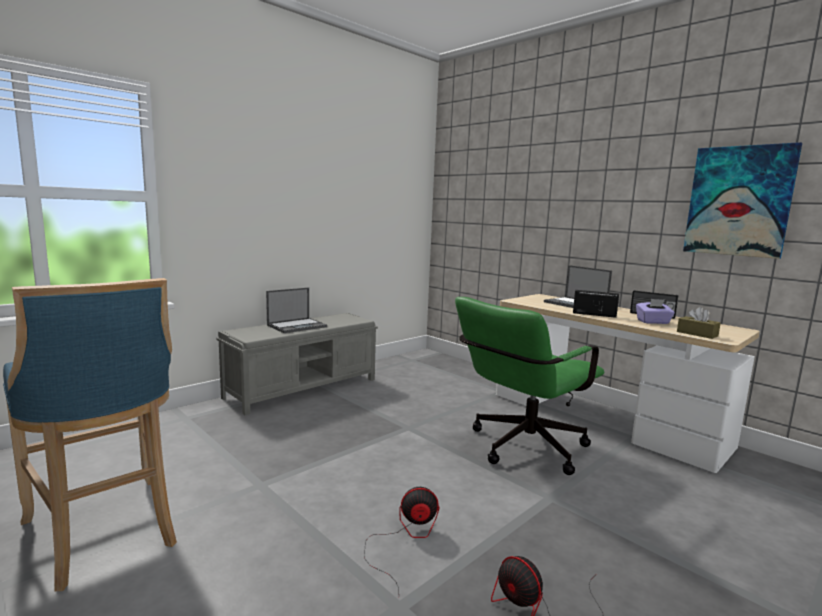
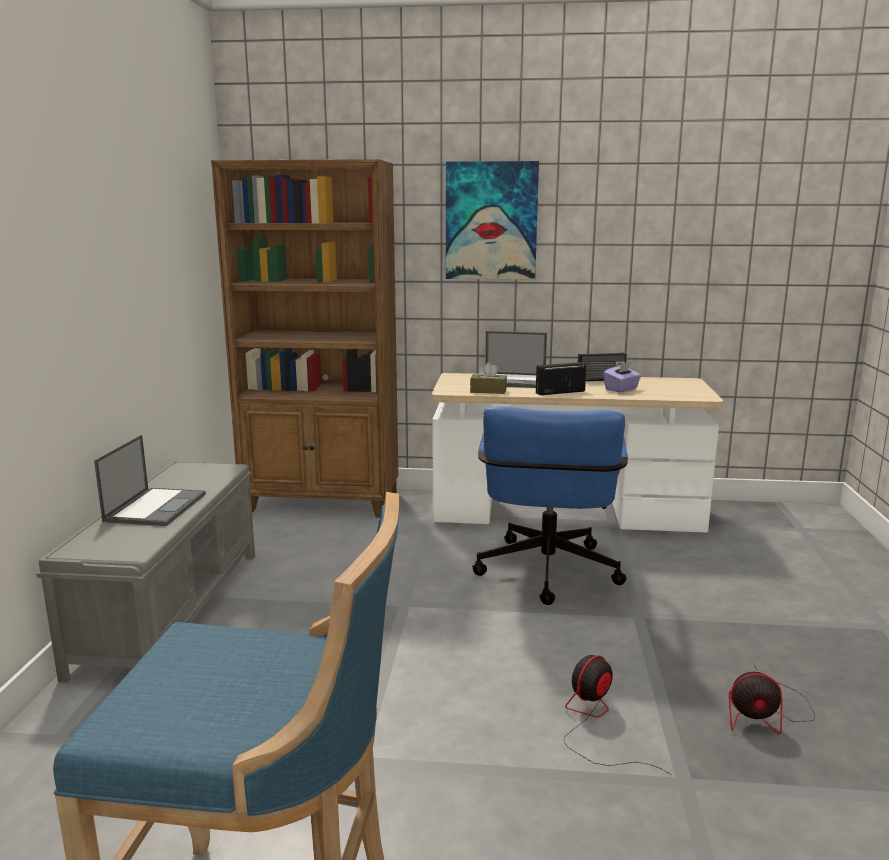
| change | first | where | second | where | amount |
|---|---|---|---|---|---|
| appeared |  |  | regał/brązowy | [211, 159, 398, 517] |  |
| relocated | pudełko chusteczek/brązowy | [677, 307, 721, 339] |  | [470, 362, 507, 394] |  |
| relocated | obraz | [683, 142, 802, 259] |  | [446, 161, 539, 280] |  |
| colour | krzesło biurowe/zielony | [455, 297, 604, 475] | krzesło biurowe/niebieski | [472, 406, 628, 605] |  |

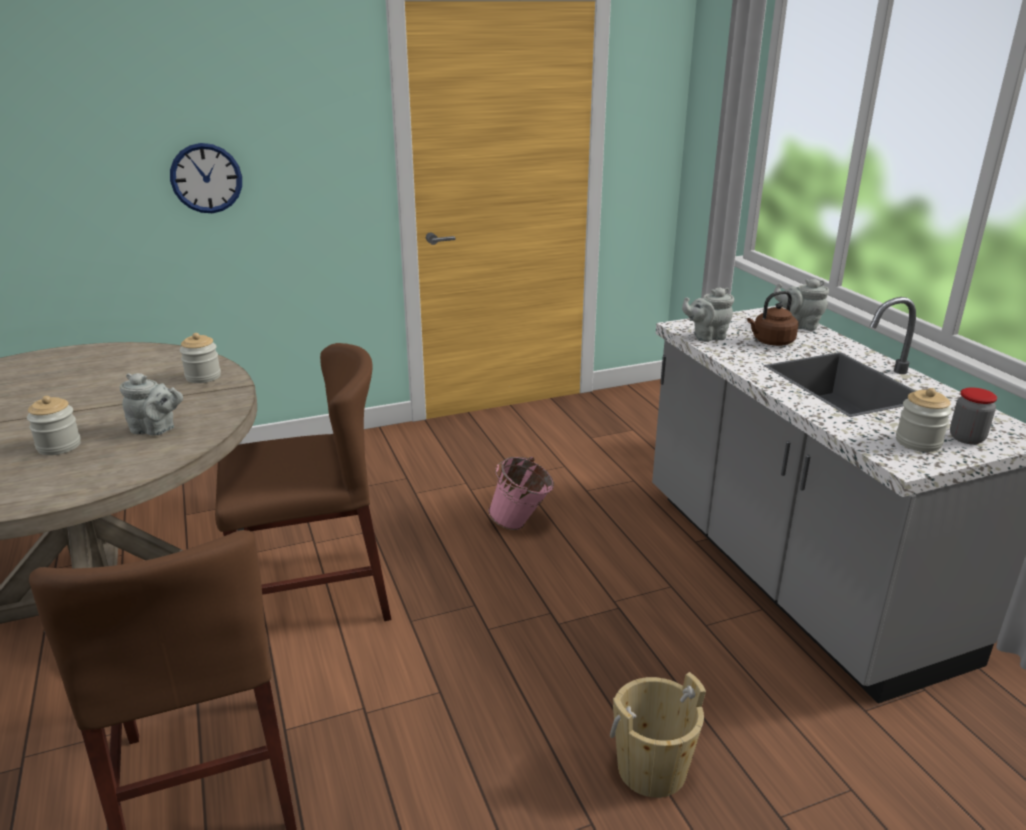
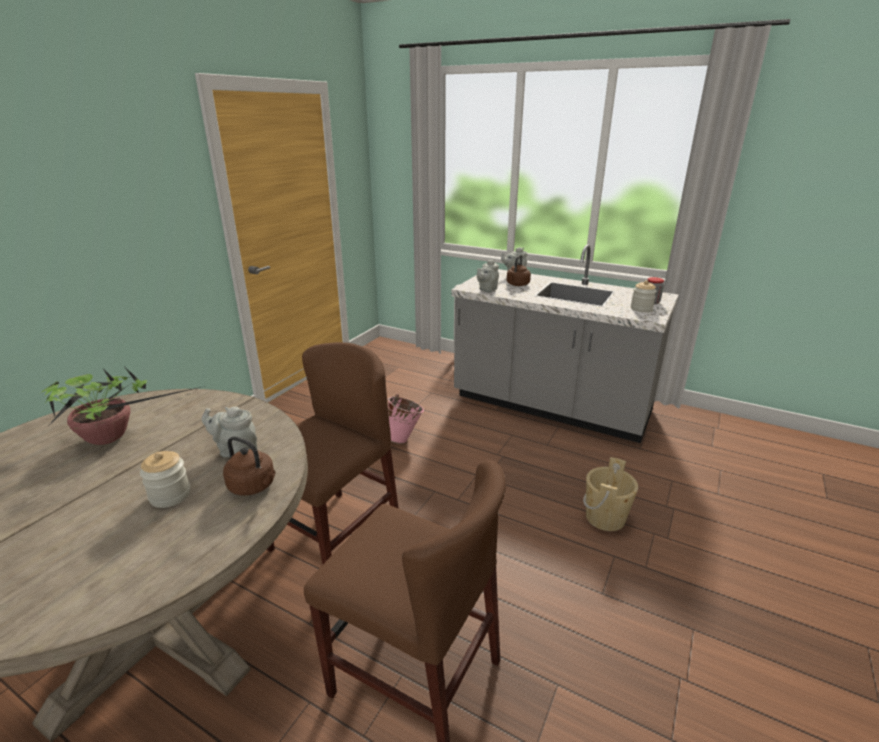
| change | first | where | second | where | amount |
|---|---|---|---|---|---|
| missing | zegar ścienny | [170, 143, 242, 213] |  |  |  |
| missing | słoik | [180, 333, 221, 383] |  |  |  |
| appeared |  |  | roślina doniczkowa | [39, 368, 205, 445] |  |
| appeared |  |  | czajnik/brązowy | [223, 436, 275, 495] |  |
| spun | imbryk/szary | [120, 373, 183, 436] |  | [202, 407, 257, 457] | 135 degrees counterclockwise |

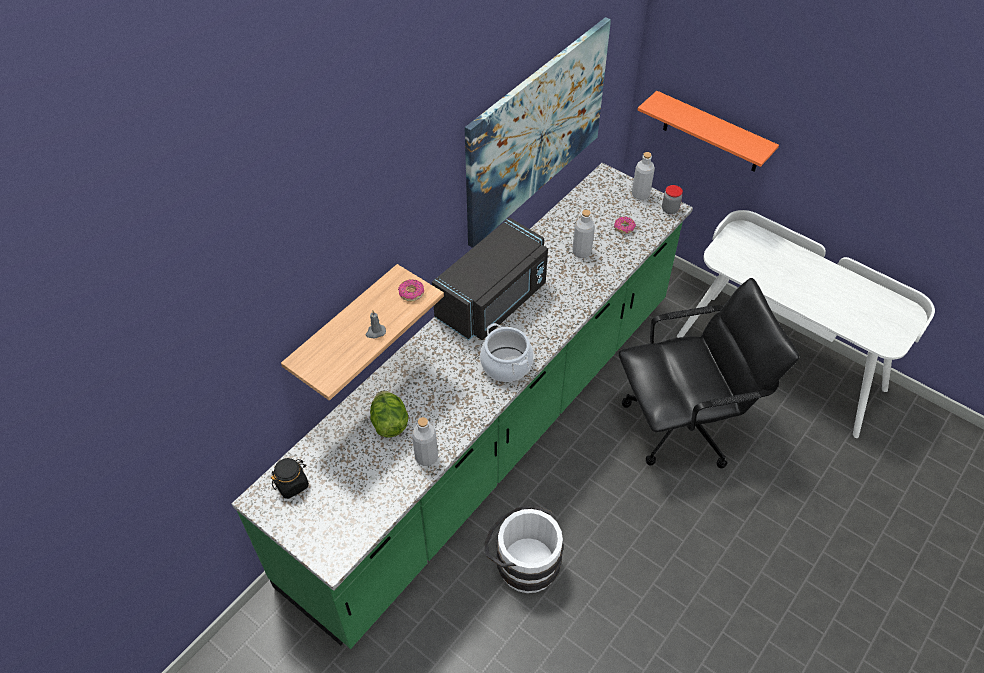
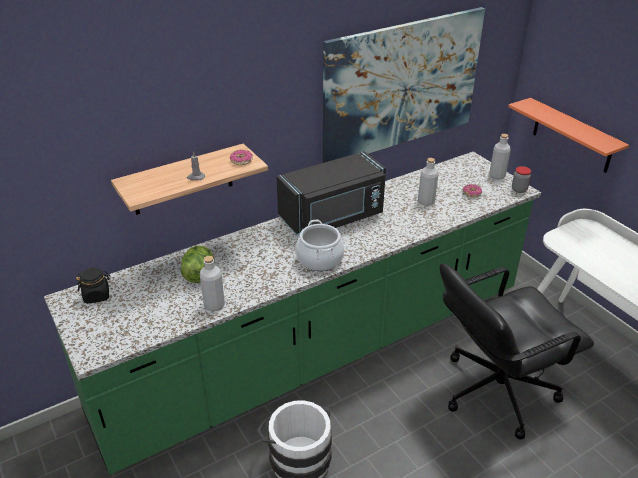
| change | first | where | second | where | amount |
|---|---|---|---|---|---|
| spun | krzesło biurowe/czarny | [619, 278, 799, 469] |  | [440, 263, 594, 439] | 150 degrees clockwise |

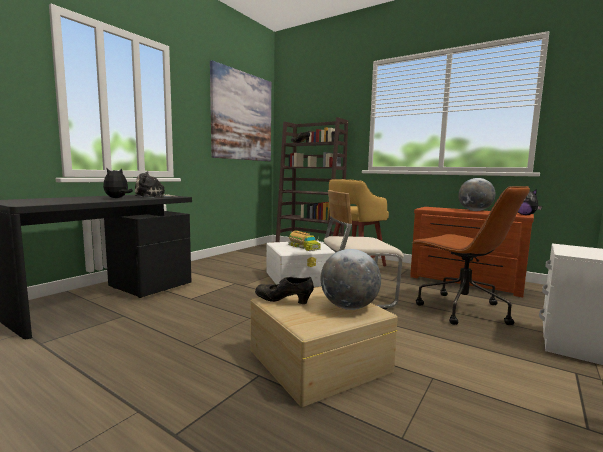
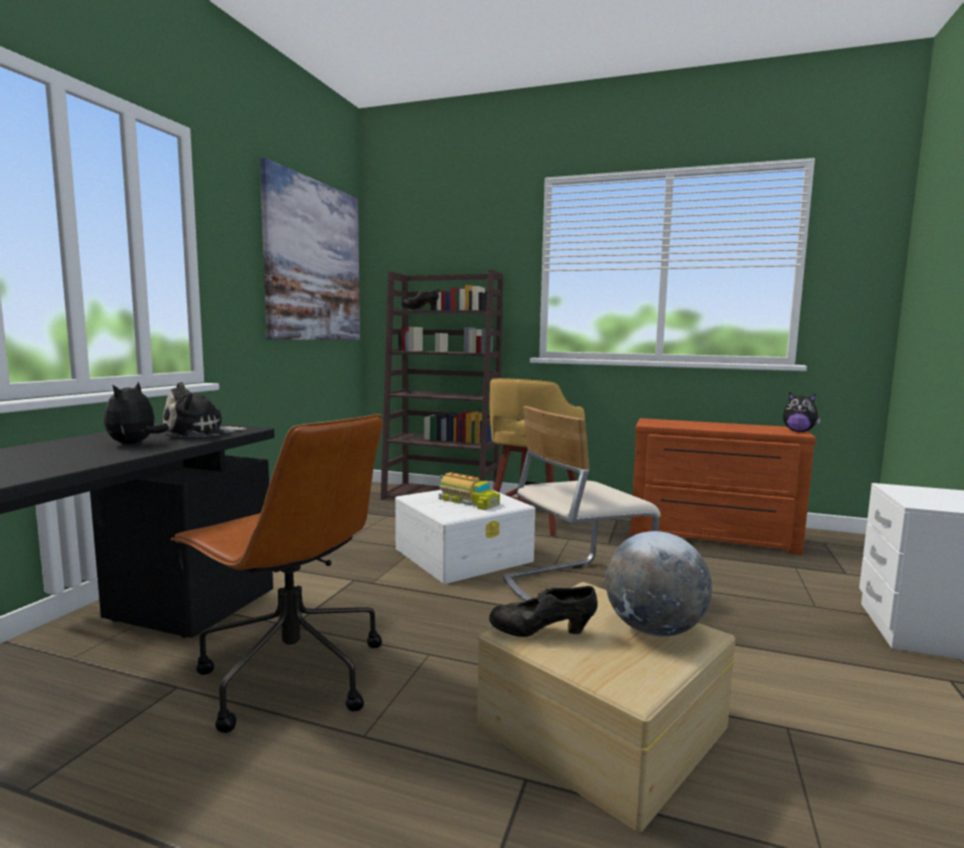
| change | first | where | second | where | amount |
|---|---|---|---|---|---|
| missing | globus | [458, 178, 495, 211] |  |  |  |
| relocated | krzesło biurowe/brązowy | [412, 186, 530, 325] |  | [171, 414, 383, 733] |  |

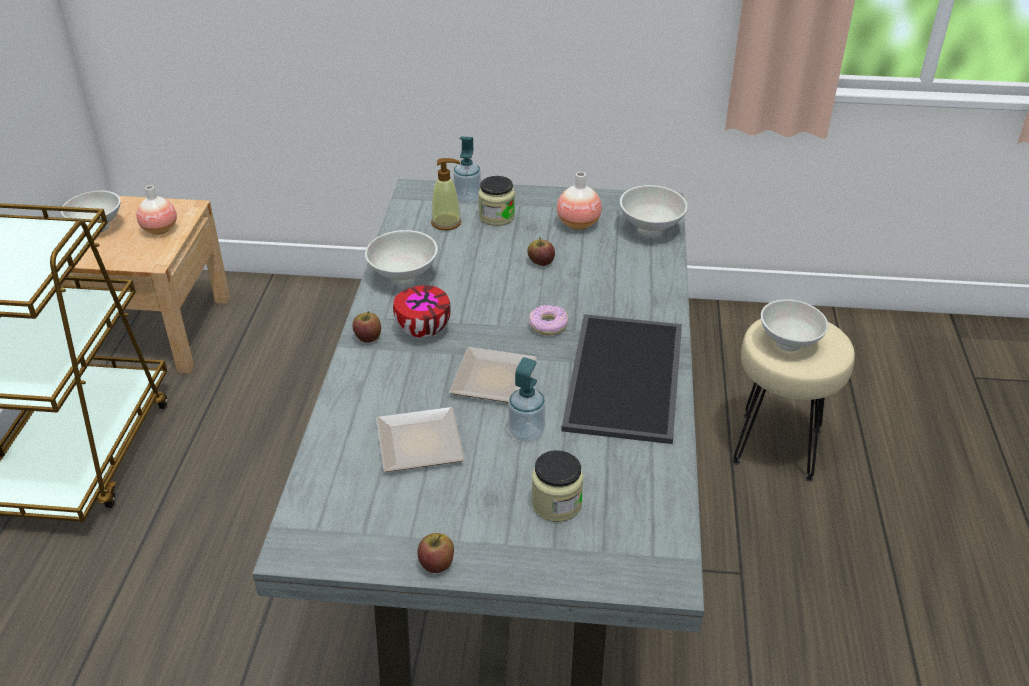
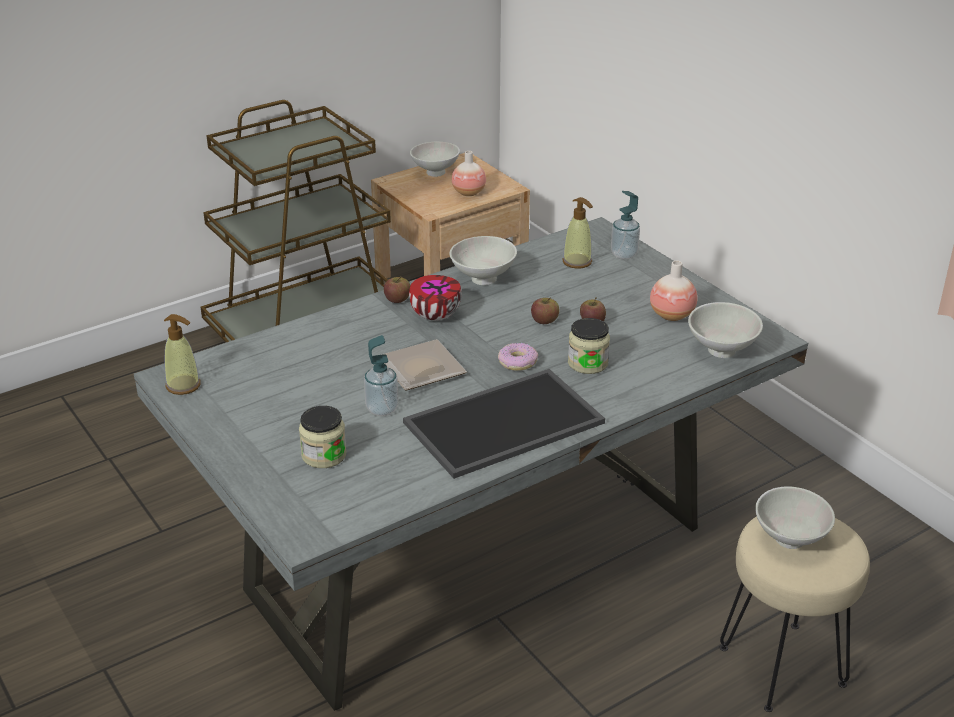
| change | first | where | second | where | amount |
|---|---|---|---|---|---|
| missing | talerz | [376, 407, 465, 472] |  |  |  |
| appeared |  |  | dozownik mydła | [164, 314, 201, 395] |  |
| relocated | jabłko | [417, 533, 454, 573] |  | [531, 298, 559, 324] |  |
| relocated | słoik | [478, 176, 515, 226] |  | [568, 318, 610, 374] |  |

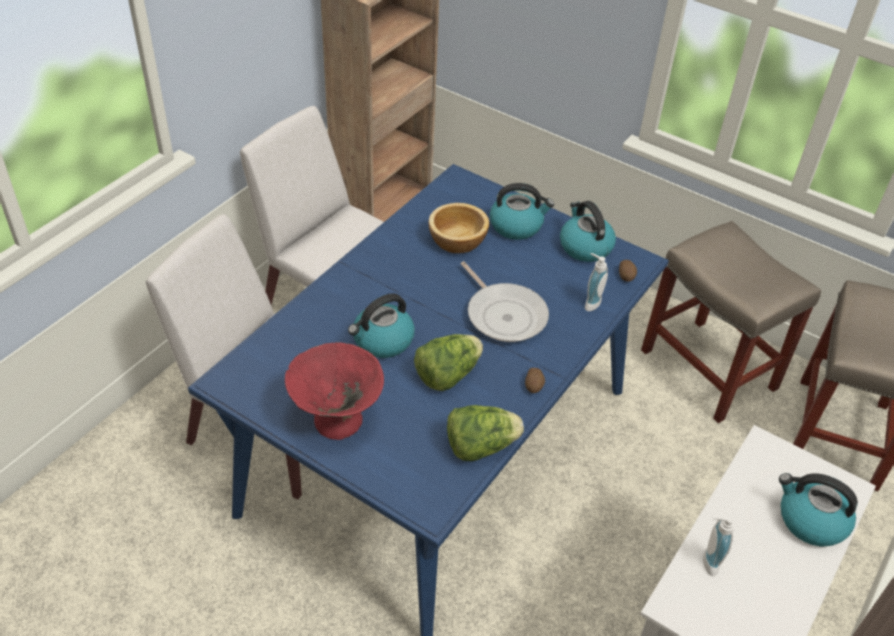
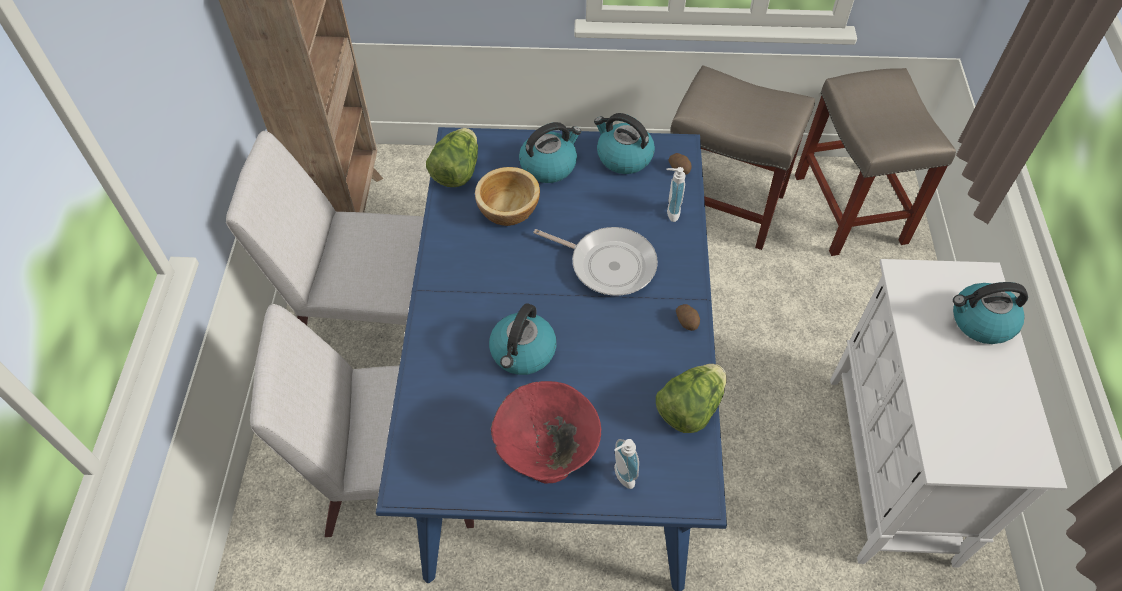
| change | first | where | second | where | amount |
|---|---|---|---|---|---|
| relocated | sałata | [414, 334, 483, 391] |  | [426, 128, 478, 187] |  |
| relocated | dozownik mydła | [703, 516, 735, 576] |  | [614, 439, 639, 489] |  |

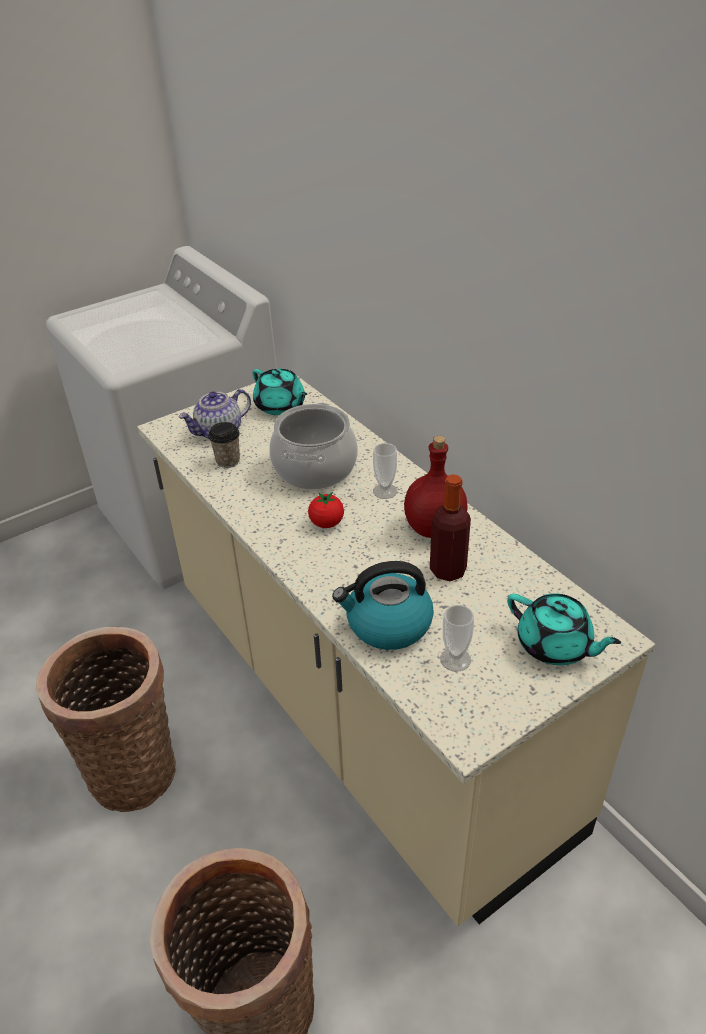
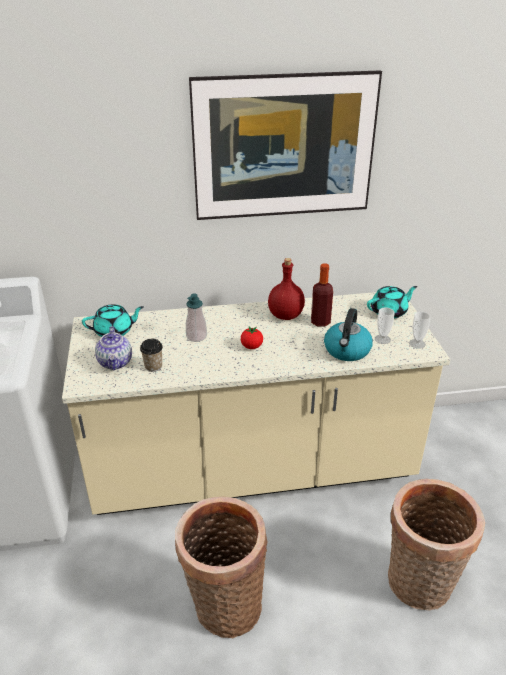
| change | first | where | second | where | amount |
|---|---|---|---|---|---|
| appeared |  |  | obraz | [189, 70, 382, 220] |  |
| relocated | filiżanka | [373, 443, 397, 499] |  | [409, 312, 431, 349] |  |
| exchanged | garnek | [269, 403, 358, 490] | dozownik mydła | [186, 293, 207, 342] |  |

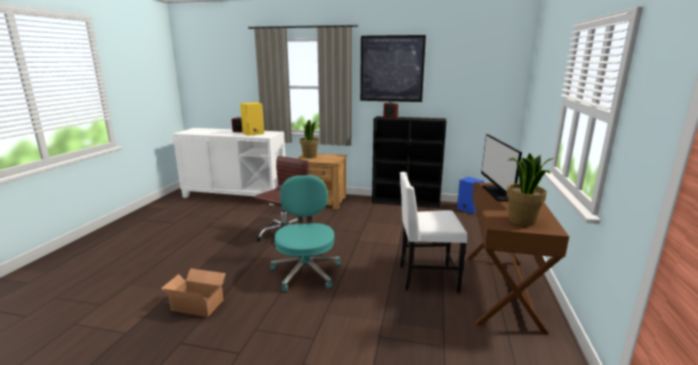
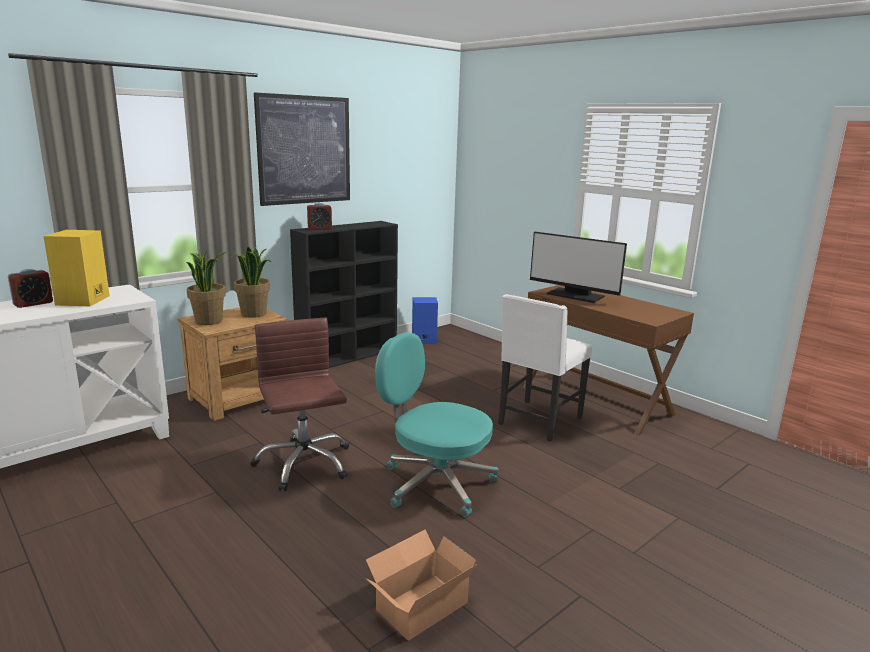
| change | first | where | second | where | amount |
|---|---|---|---|---|---|
| relocated | roślina doniczkowa | [506, 153, 554, 226] |  | [232, 247, 271, 318] |  |

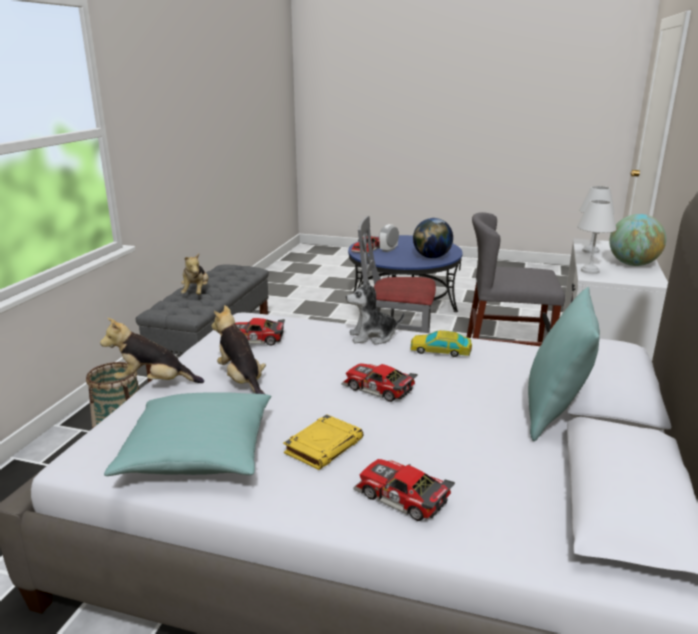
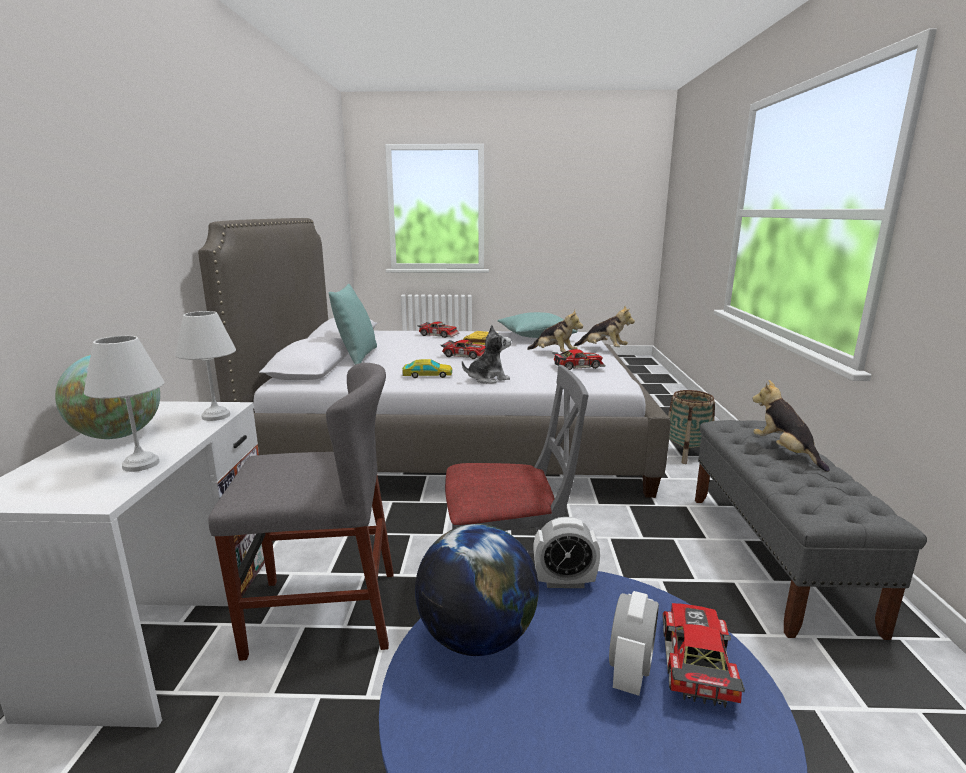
| change | first | where | second | where | amount |
|---|---|---|---|---|---|
| appeared |  |  | budzik | [534, 517, 600, 588] |  |
| spun | pluszak | [100, 318, 204, 383] |  | [574, 306, 635, 347] | 45 degrees clockwise |

